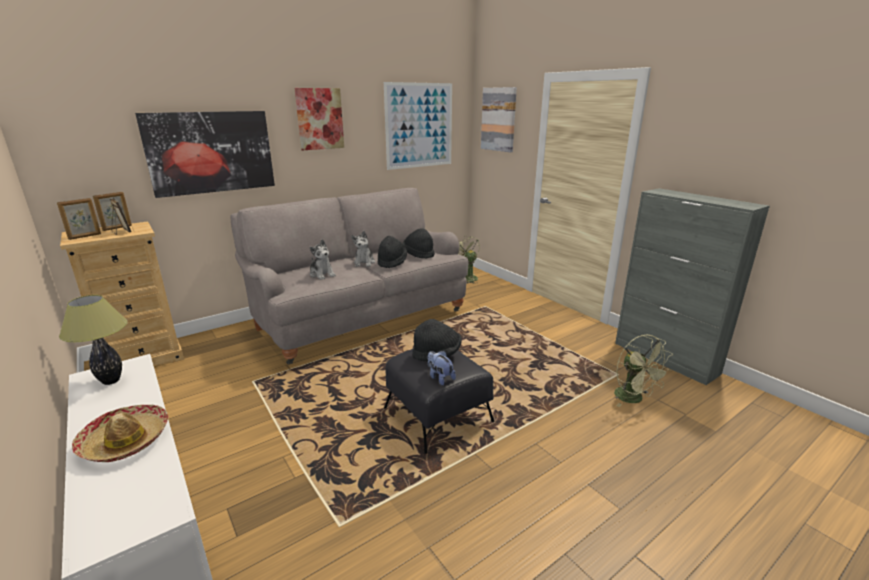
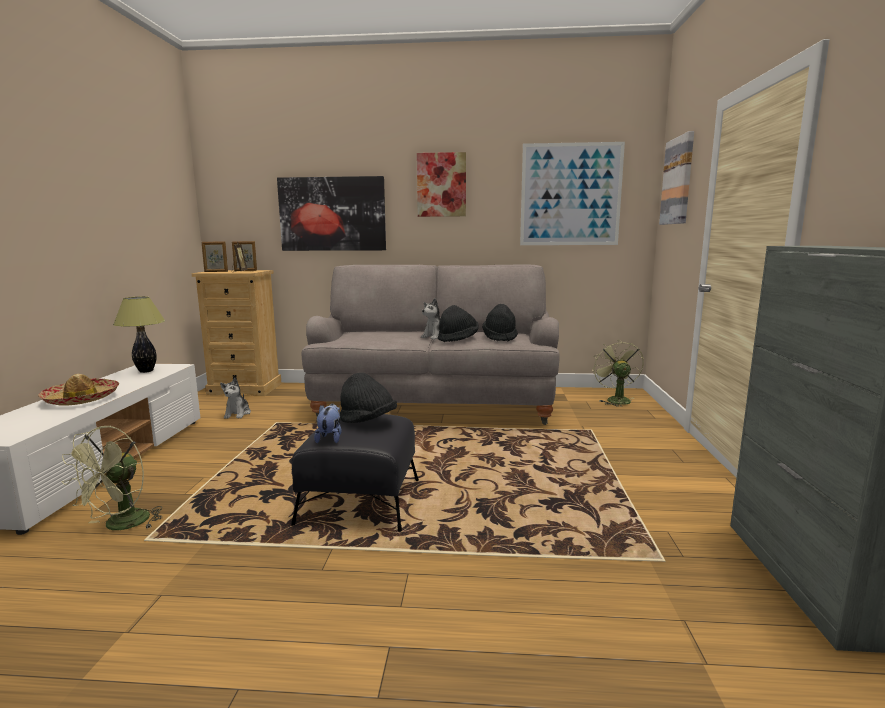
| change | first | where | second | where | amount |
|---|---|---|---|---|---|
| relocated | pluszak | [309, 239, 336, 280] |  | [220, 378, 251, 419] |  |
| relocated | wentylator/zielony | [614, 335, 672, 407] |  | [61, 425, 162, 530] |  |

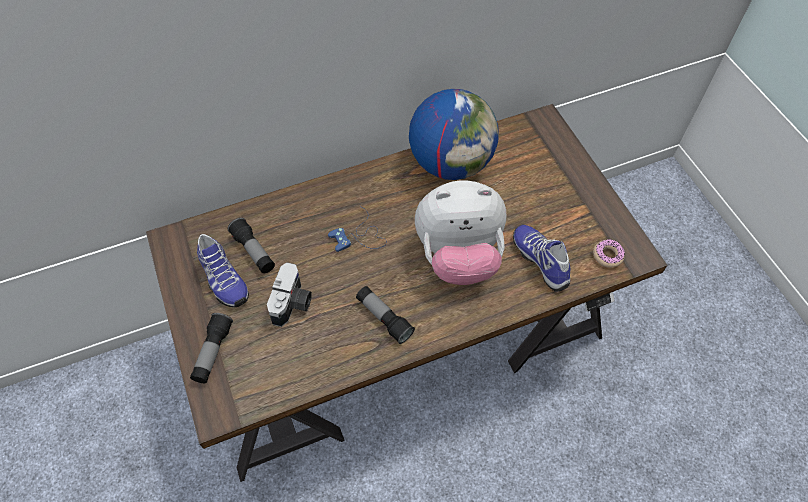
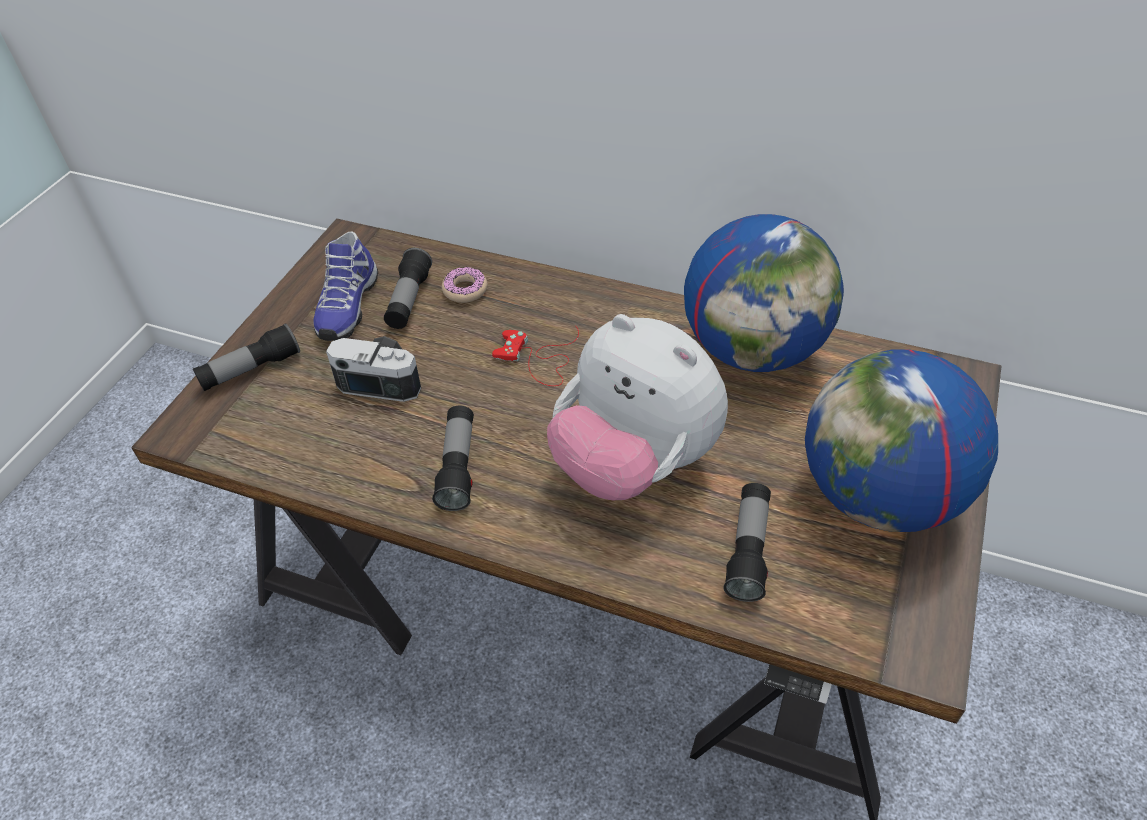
| change | first | where | second | where | amount |
|---|---|---|---|---|---|
| appeared |  |  | globus | [805, 349, 998, 532] |  |
| relocated | donut | [593, 239, 625, 268] |  | [442, 267, 487, 303] |  |
| exchanged | but | [513, 224, 571, 291] | latarka | [723, 483, 771, 602] |  |
| colour | pad do gier/niebieski | [328, 206, 387, 252] | pad do gier/czerwony | [492, 325, 579, 386] |  |
| spun | aparat fotograficzny | [267, 262, 312, 327] |  | [326, 336, 421, 402] | 135 degrees counterclockwise |

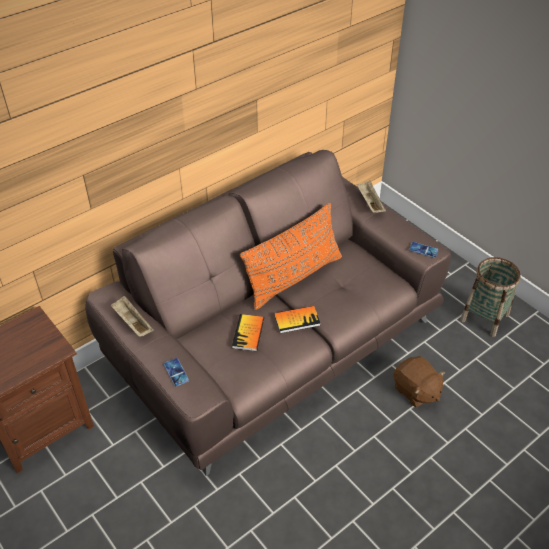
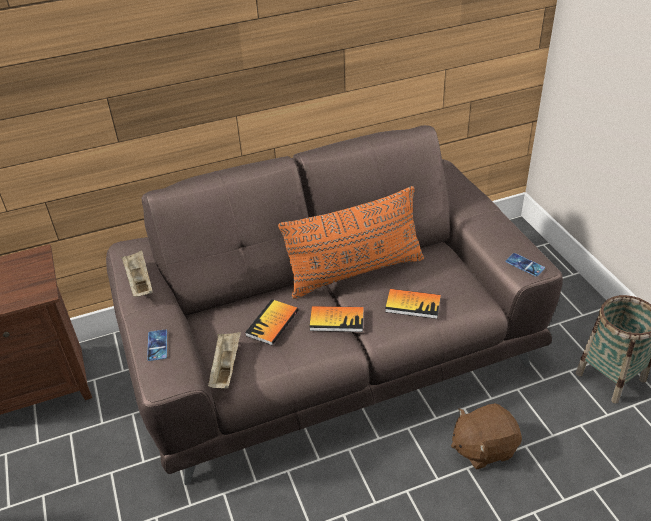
| change | first | where | second | where | amount |
|---|---|---|---|---|---|
| appeared |  |  | książka | [385, 289, 441, 319] |  |
| relocated | taca/beżowy | [357, 181, 386, 213] |  | [208, 332, 241, 389] |  |
| spun | pluszak/brązowy | [393, 356, 446, 407] |  | [451, 403, 522, 469] | 90 degrees clockwise |

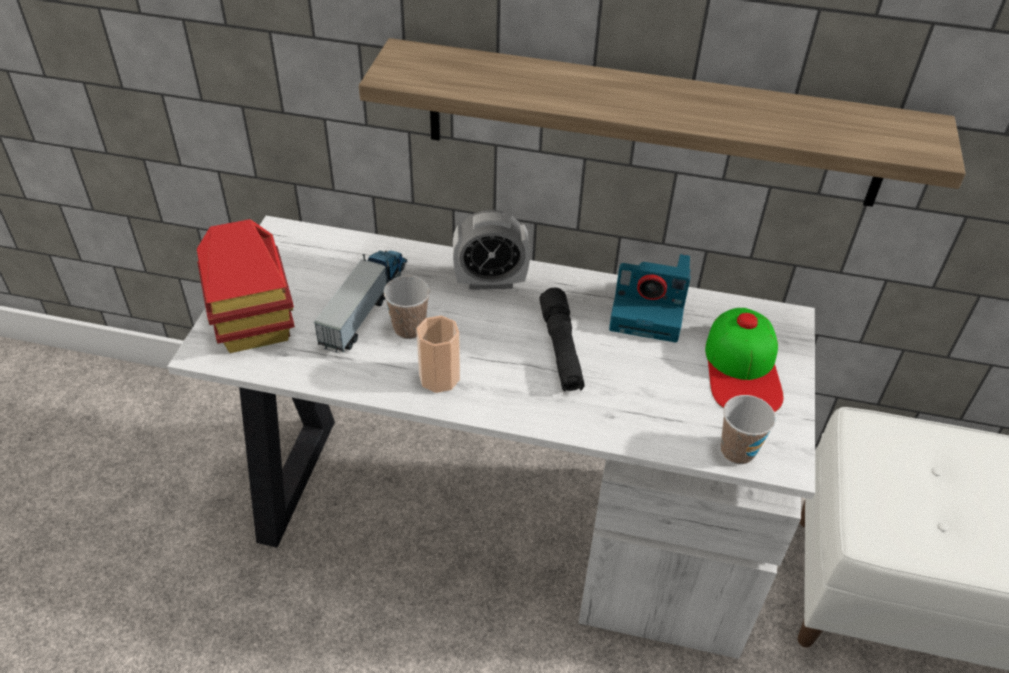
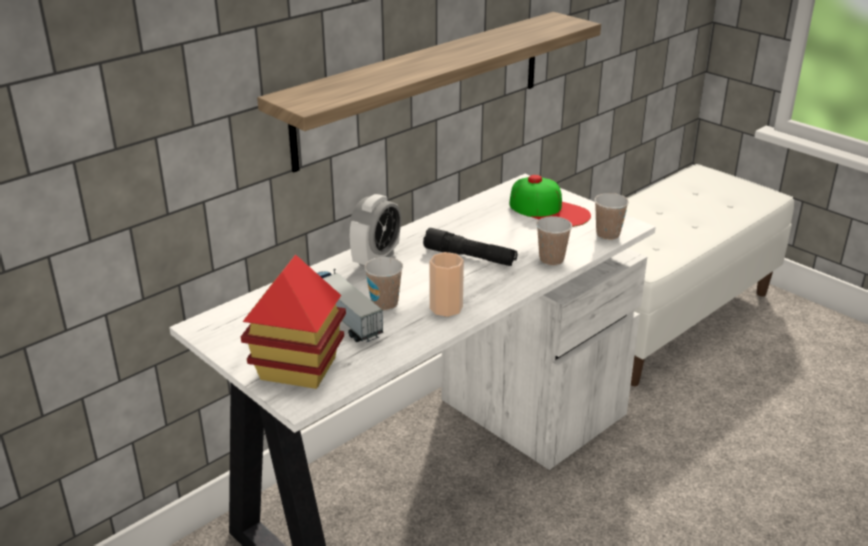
| change | first | where | second | where | amount |
|---|---|---|---|---|---|
| missing | aparat fotograficzny | [609, 254, 691, 343] |  |  |  |
| appeared |  |  | filiżanka | [536, 216, 572, 266] |  |

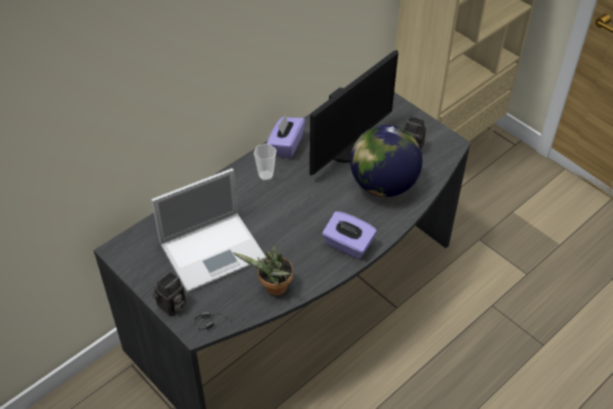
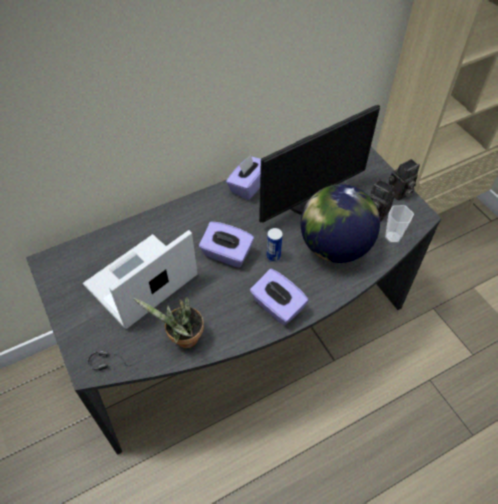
| change | first | where | second | where | amount |
|---|---|---|---|---|---|
| appeared |  |  | pudełko chusteczek/fioletowy | [199, 222, 254, 268] |  |
| appeared |  |  | puszka | [266, 228, 283, 262] |  |
| relocated | aparat fotograficzny | [153, 272, 186, 317] |  | [388, 159, 420, 200] |  |
| relocated | filiżanka | [254, 144, 277, 181] |  | [385, 205, 414, 243] |  |
| spun | laptop | [151, 168, 266, 292] |  | [83, 230, 197, 329] | 150 degrees clockwise |

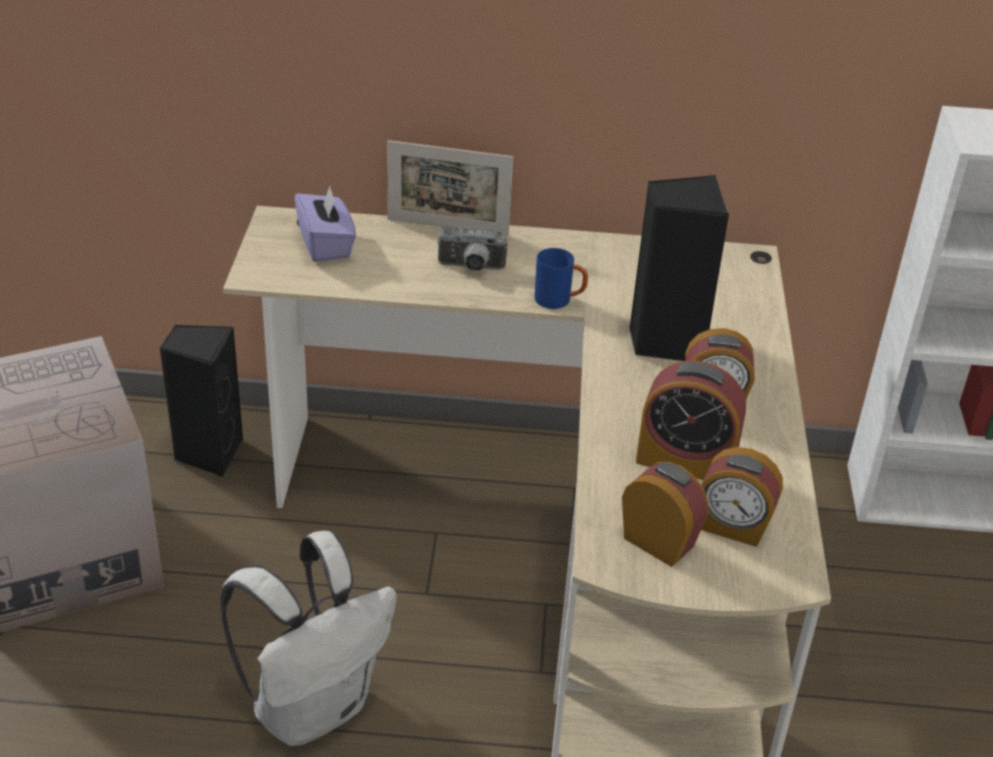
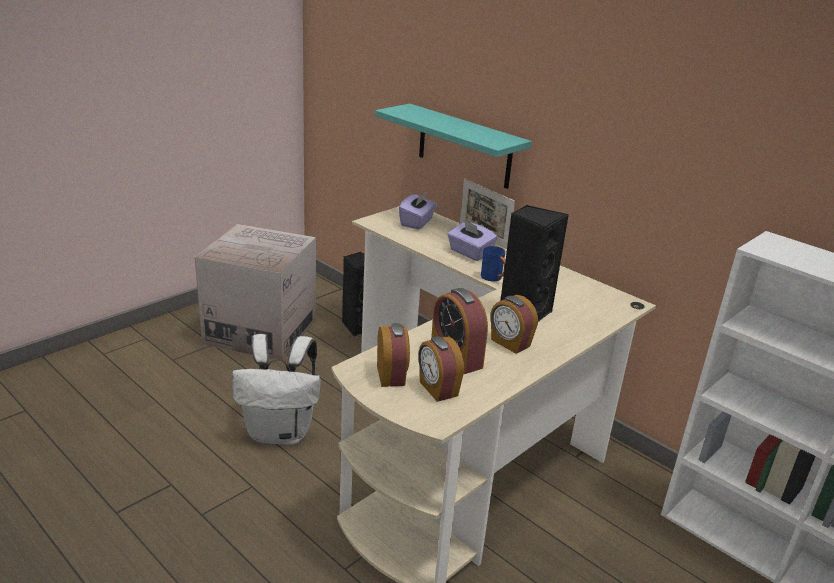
| change | first | where | second | where | amount |
|---|---|---|---|---|---|
| appeared |  |  | półka/turkusowy | [375, 104, 532, 189] |  |
| exchanged | aparat fotograficzny | [437, 225, 508, 272] | pudełko chusteczek/fioletowy | [447, 220, 497, 261] |  |

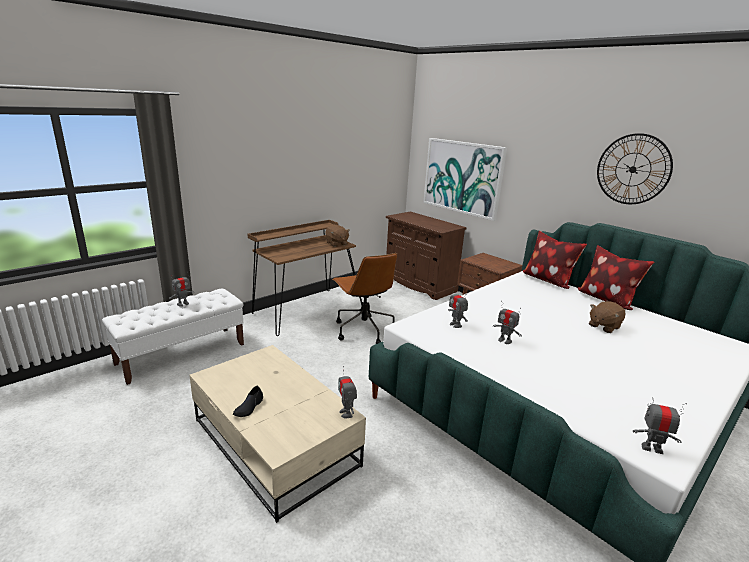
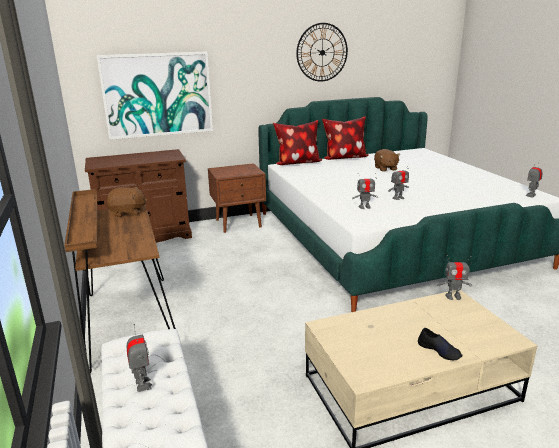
| change | first | where | second | where | amount |
|---|---|---|---|---|---|
| missing | krzesło biurowe/brązowy | [332, 253, 397, 344] |  |  |  |

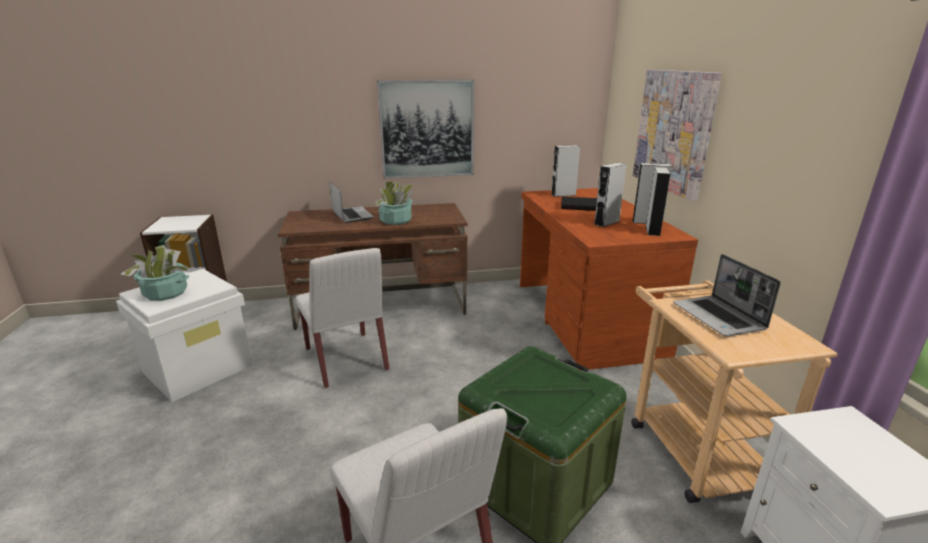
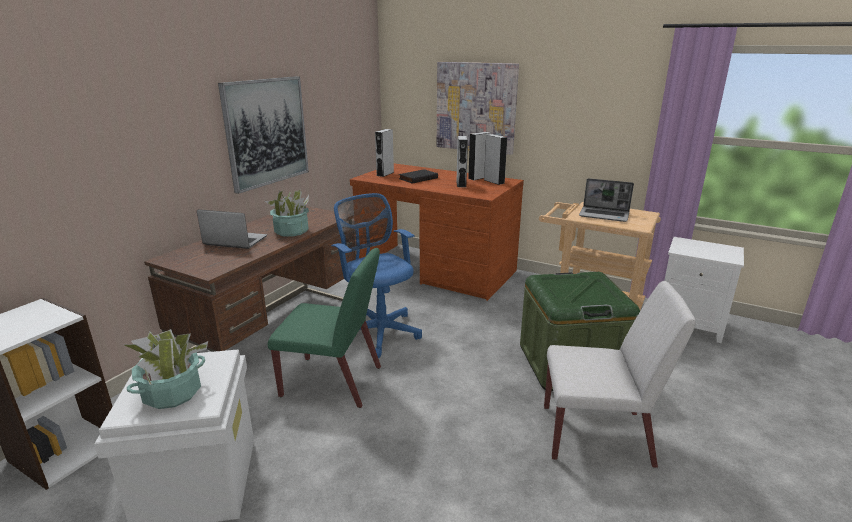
| change | first | where | second | where | amount |
|---|---|---|---|---|---|
| appeared |  |  | krzesło biurowe/niebieski | [331, 193, 422, 358] |  |
| colour | krzesło/biały | [296, 248, 390, 388] | krzesło/zielony | [268, 248, 381, 408] |  |

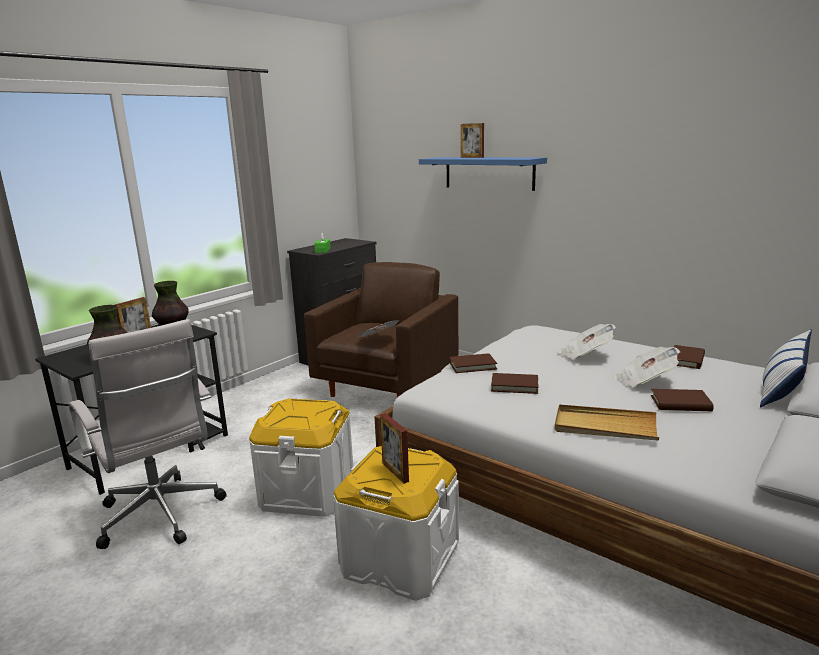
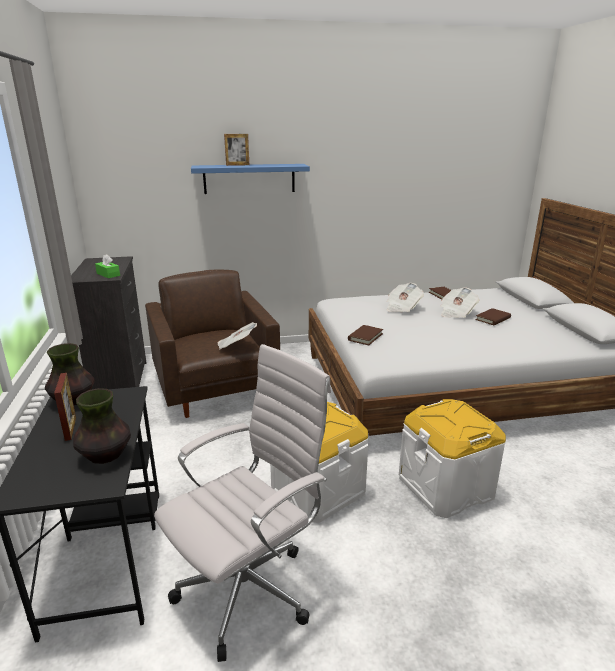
| change | first | where | second | where | amount |
|---|---|---|---|---|---|
| missing | ramka na zdjęcie | [380, 413, 409, 484] |  |  |  |
| missing | książka/brązowy | [491, 373, 538, 394] |  |  |  |
| missing | taca/beżowy | [554, 404, 659, 441] |  |  |  |
| missing | poduszka | [760, 329, 812, 407] |  |  |  |
| spun | krzesło biurowe/biały | [69, 319, 227, 549] |  | [154, 344, 331, 662] | 45 degrees counterclockwise |

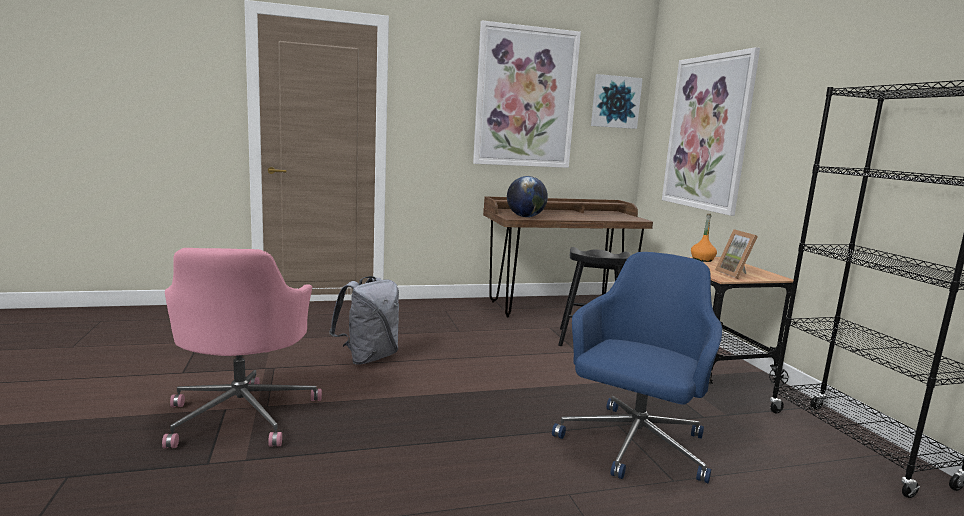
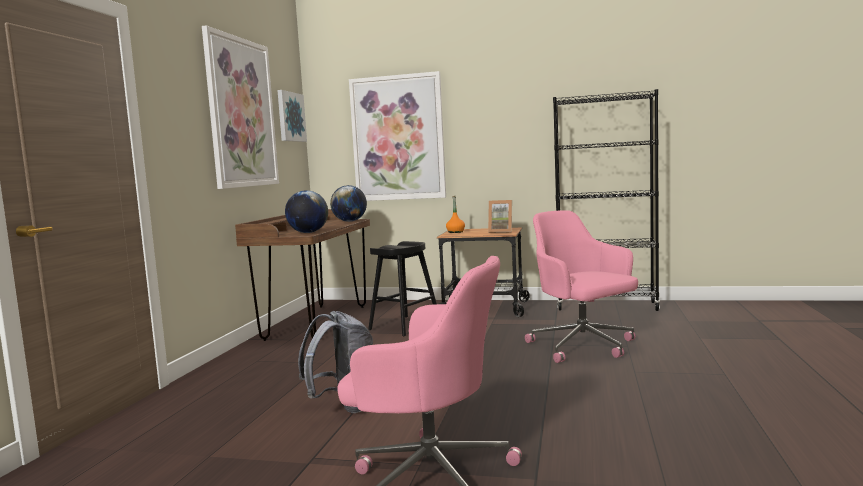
| change | first | where | second | where | amount |
|---|---|---|---|---|---|
| appeared |  |  | globus | [330, 185, 367, 222] |  |
| colour | krzesło biurowe/niebieski | [552, 252, 722, 483] | krzesło biurowe/różowy | [525, 210, 638, 363] |  |

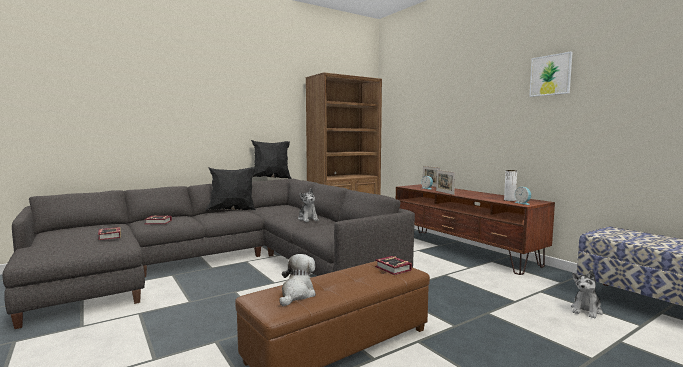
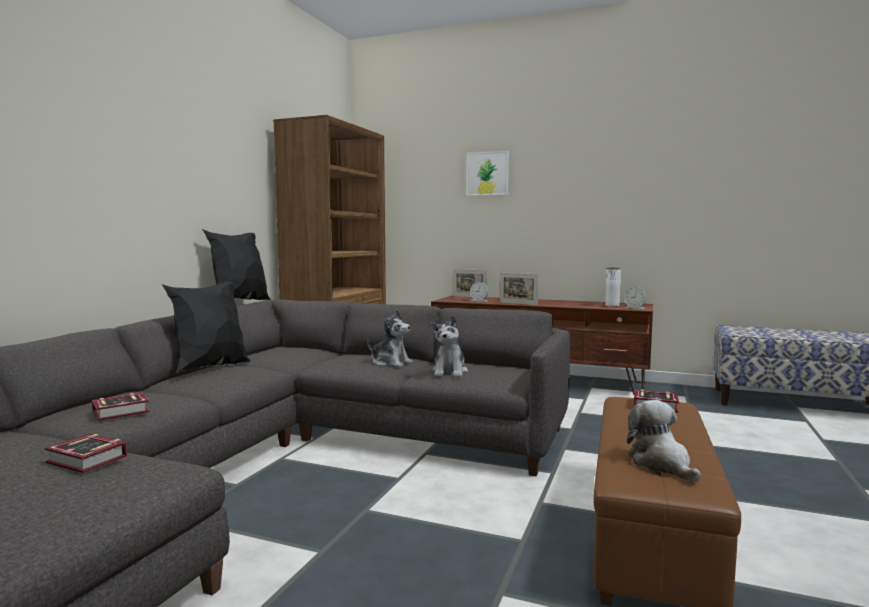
| change | first | where | second | where | amount |
|---|---|---|---|---|---|
| relocated | obraz | [529, 51, 573, 97] |  | [466, 151, 509, 196] |  |
| relocated | pluszak | [571, 271, 603, 319] |  | [431, 315, 468, 377] |  |

